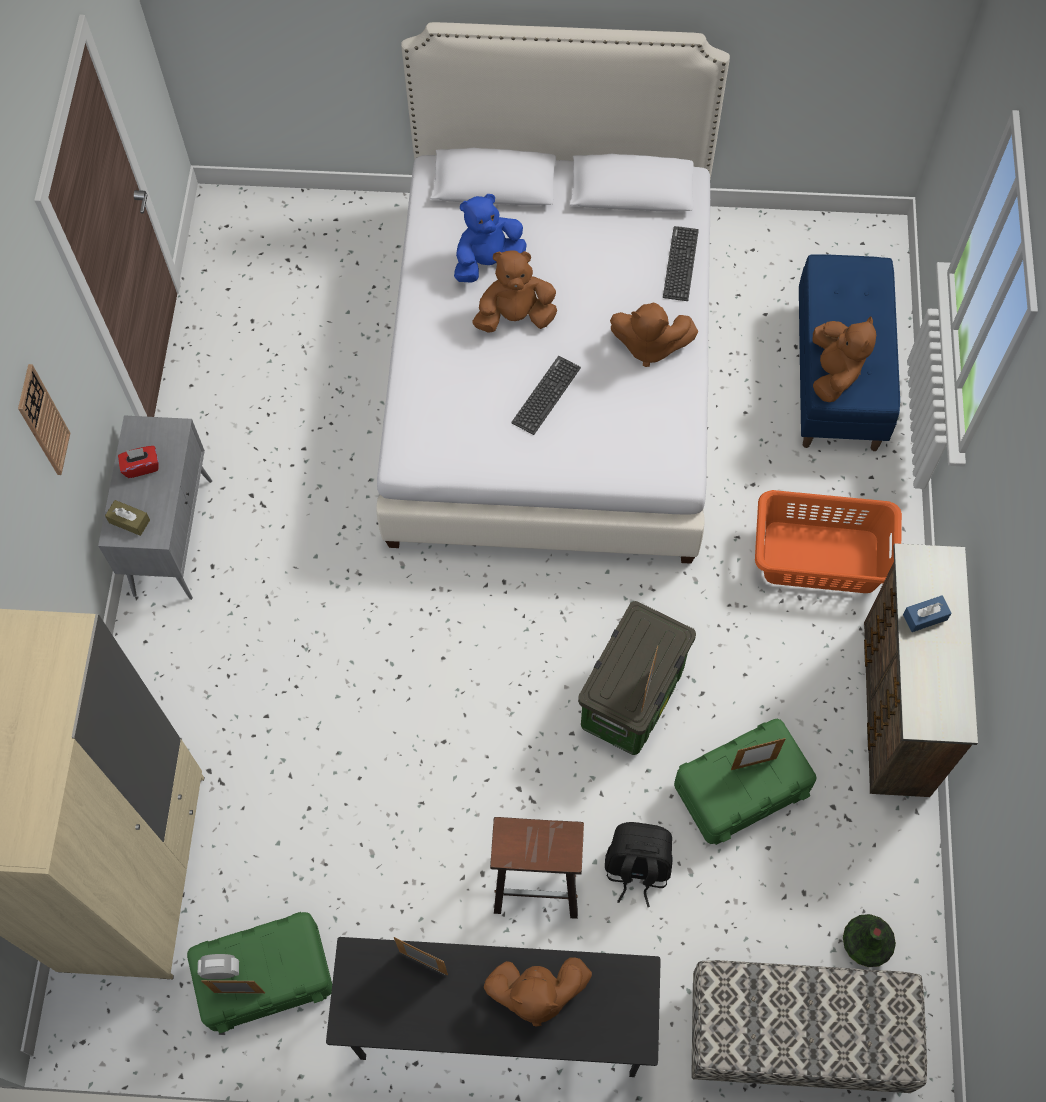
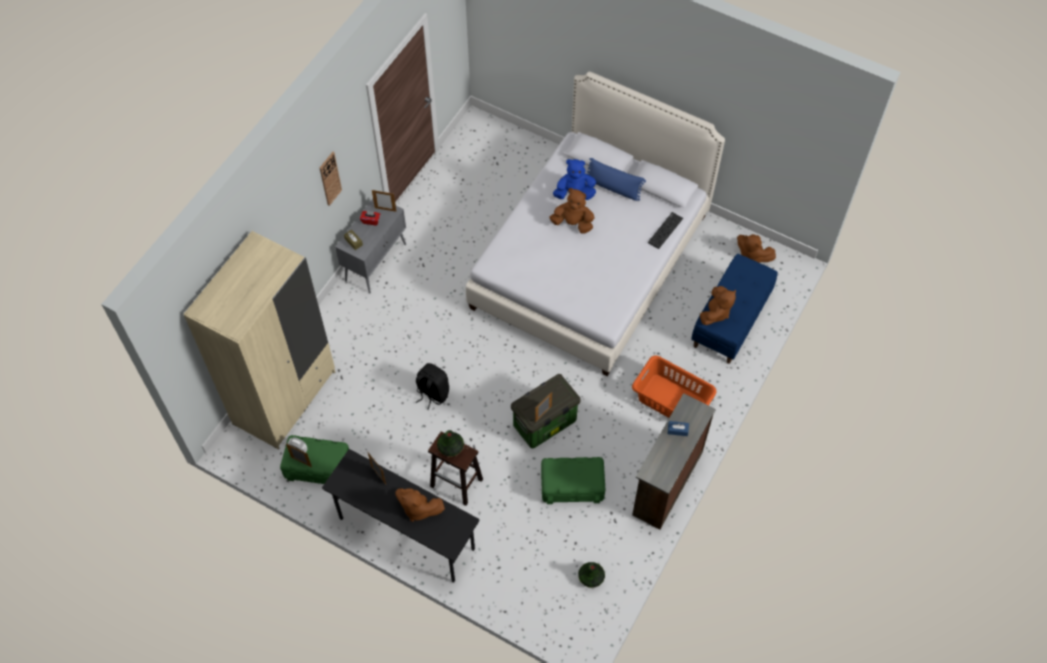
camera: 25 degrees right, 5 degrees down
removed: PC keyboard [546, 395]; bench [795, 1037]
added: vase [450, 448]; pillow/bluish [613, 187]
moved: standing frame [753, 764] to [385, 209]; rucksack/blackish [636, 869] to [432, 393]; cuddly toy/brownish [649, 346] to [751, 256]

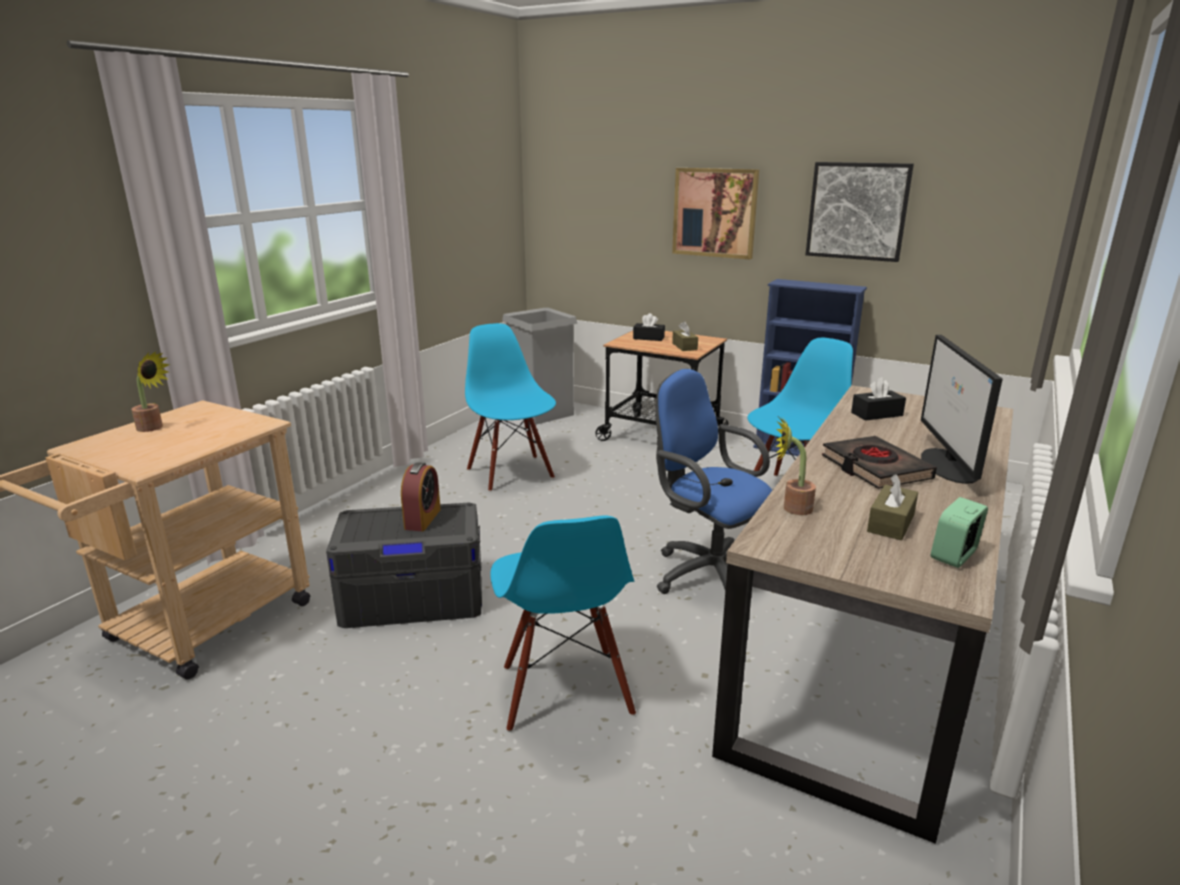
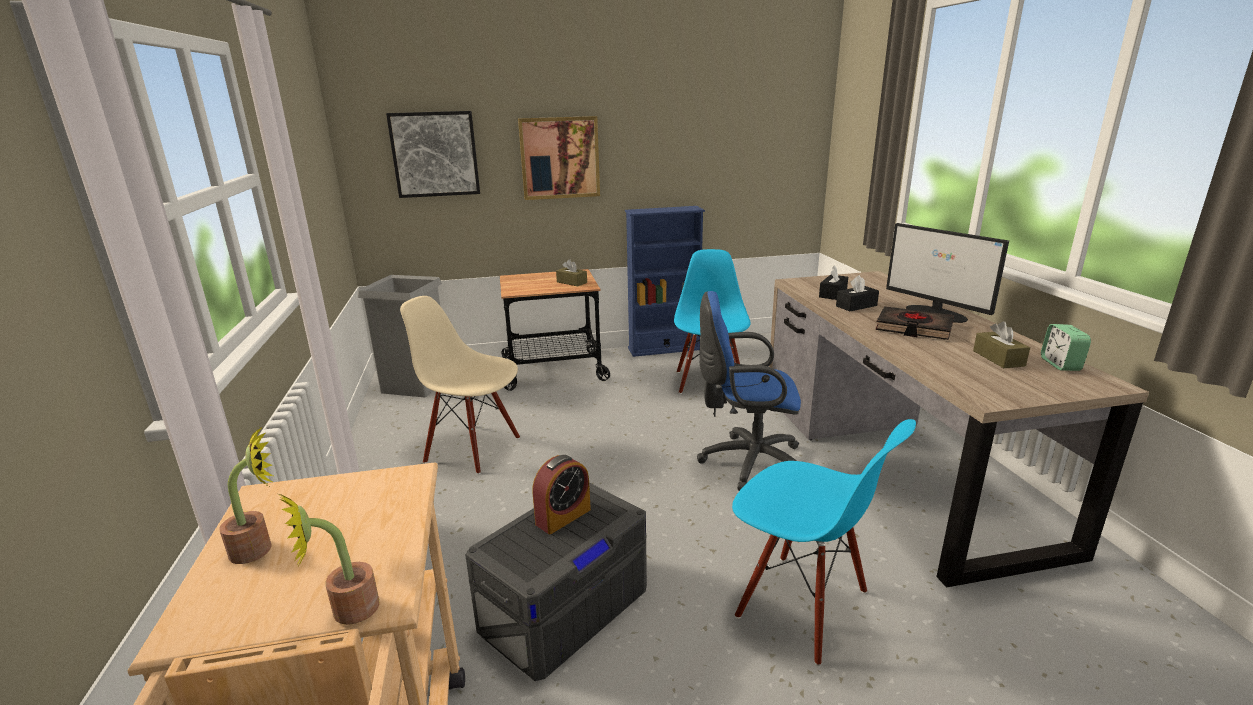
camera: 40 degrees left, 0 degrees up
moved: plant in a pot [791, 508] to [346, 612]; picture [857, 211] to [435, 154]; tissue holder/blackish [648, 338] to [856, 306]
recoloured: plain chair/bluish [511, 473] to plain chair/beige-coloured [473, 449]
turned: alarm clock [422, 519] = [563, 517] 75 degrees clockwise

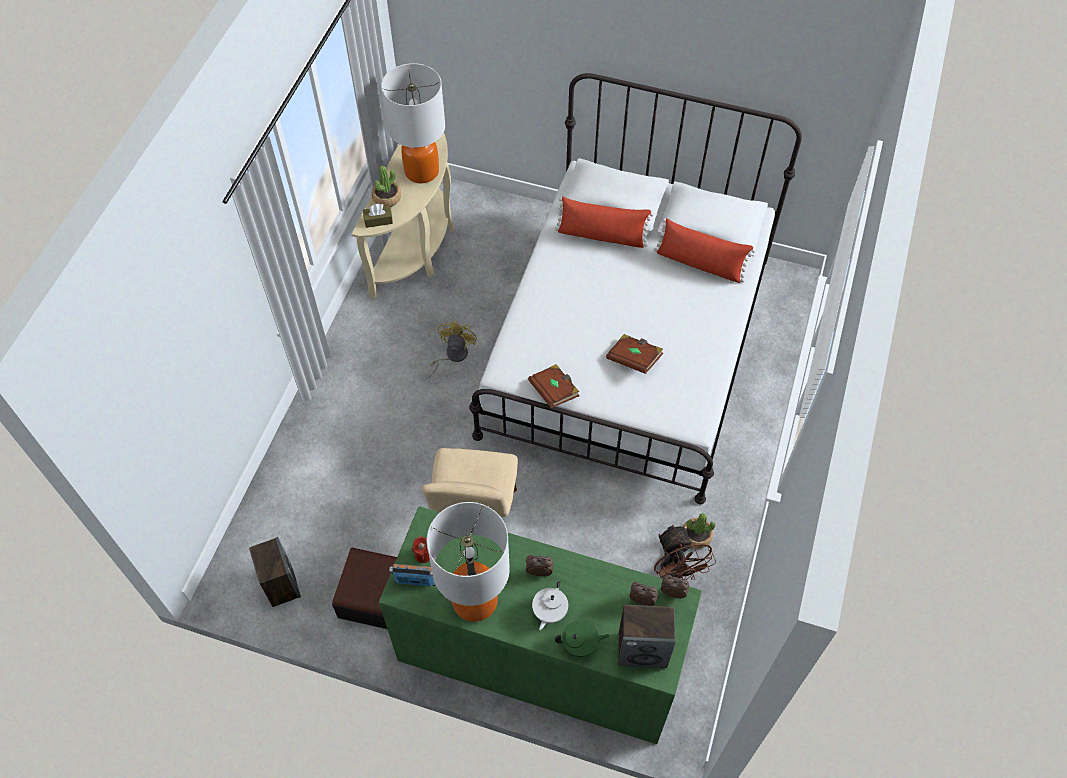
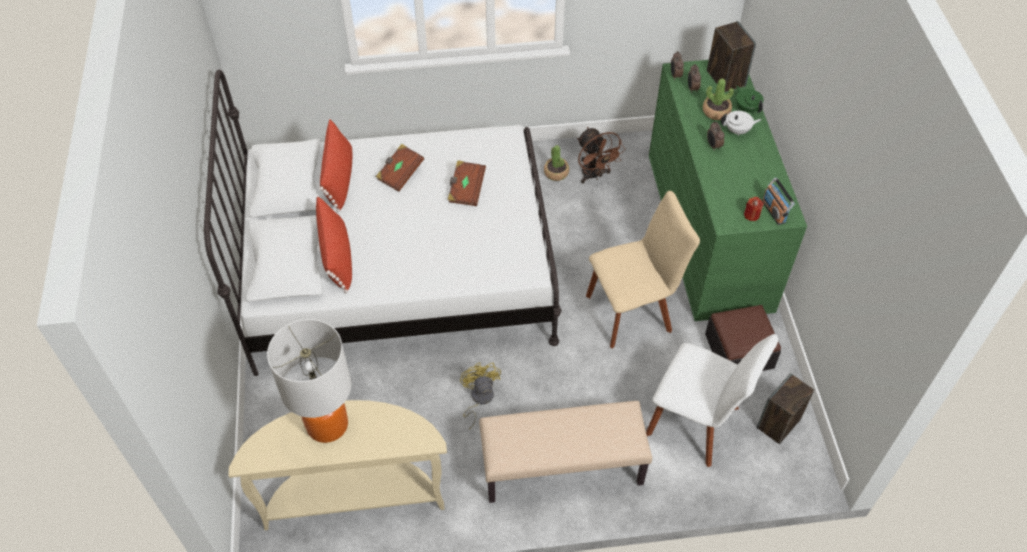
camera: 115 degrees left, 5 degrees down
removed: tissue holder/brownish [378, 220]; tabletop lamp [474, 601]
added: bench/beige-coloured [561, 468]; plain chair/white-coloured [697, 423]
moved: book/brownish [554, 391] to [400, 174]; plant in a pot [387, 198] to [716, 111]
turned: cooling fan/yellow-coloured [452, 356] = [479, 399] 90 degrees clockwise; cooling fan/brownish [675, 573] = [594, 175] 105 degrees clockwise

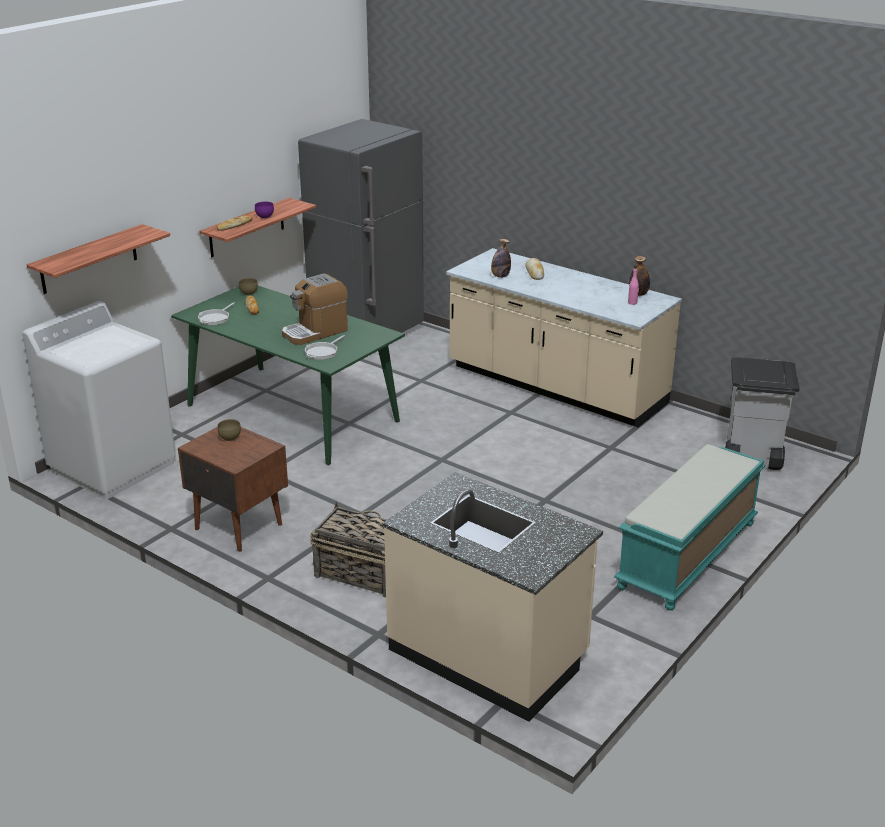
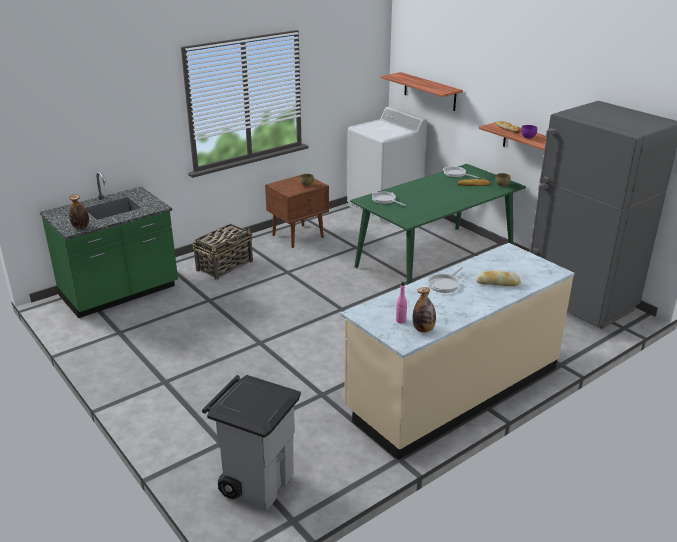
camera: 105 degrees right, 0 degrees up
removed: coffee machine [315, 332]; bench/blue-green [688, 556]
added: pan [445, 284]
moved: beverage bottle [500, 276] to [81, 227]
recoloured: counter/beige-coloured [489, 654] to counter/green [120, 293]

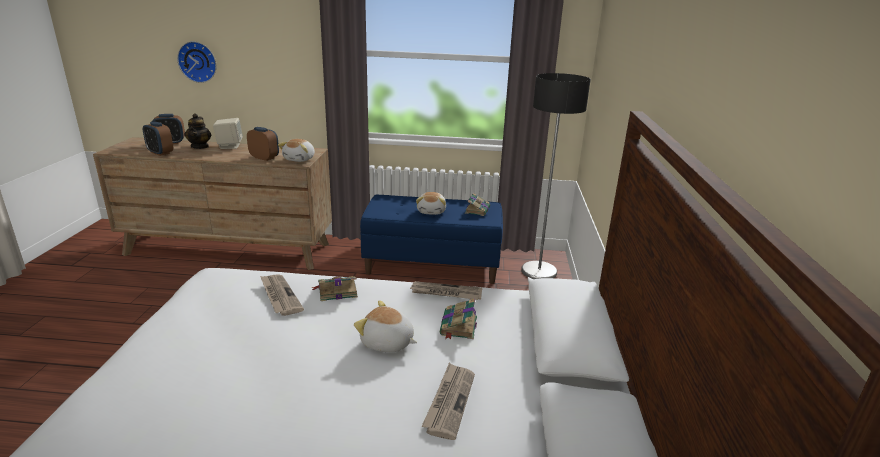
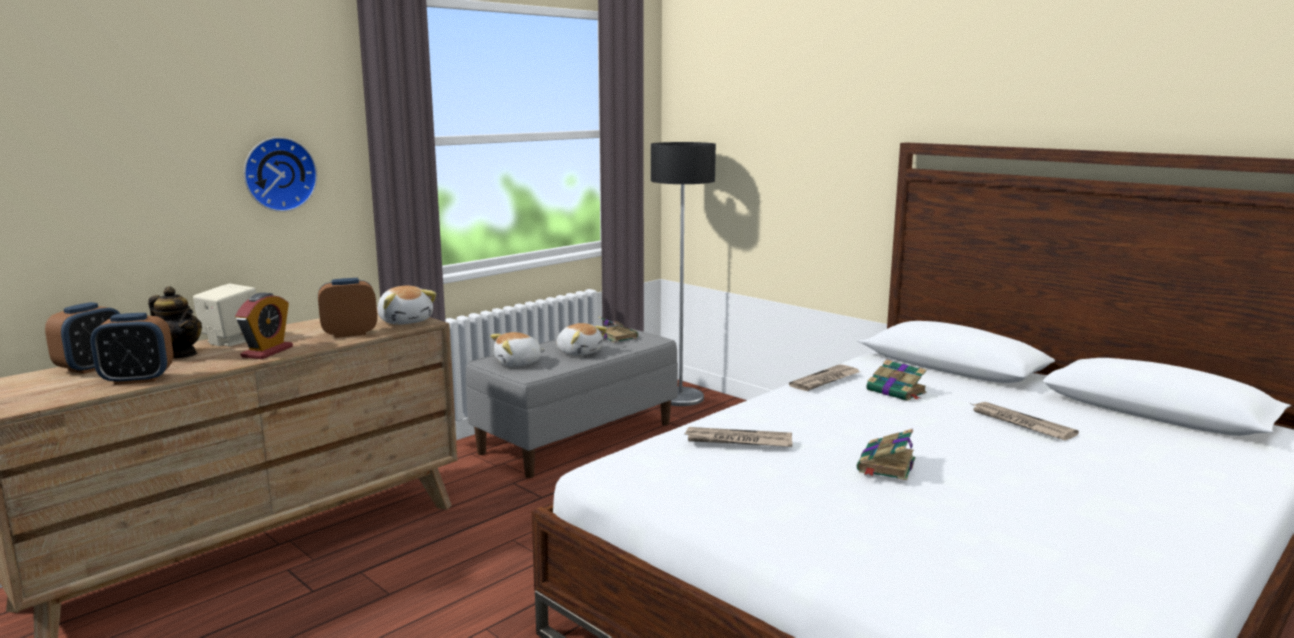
camera: 50 degrees left, 10 degrees down
added: alarm clock [267, 352]
moved: hanging clock [198, 61] to [278, 174]; cuddly toy [387, 343] to [518, 363]; book [336, 291] to [886, 466]
recoloured: bench/bluish [433, 265] to bench/gray [577, 437]

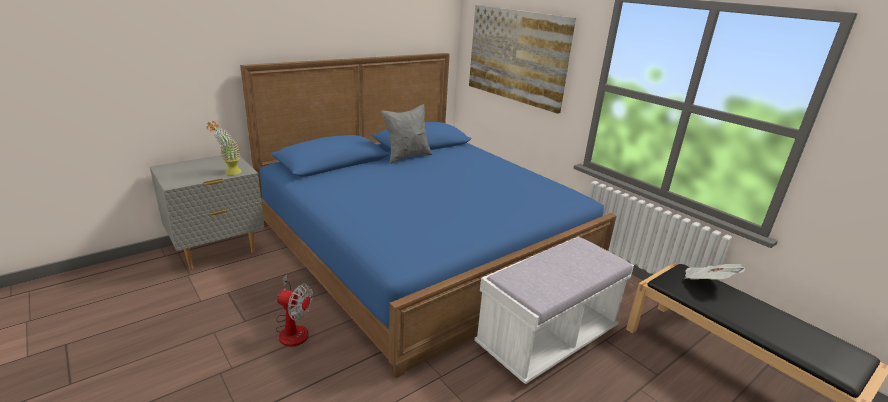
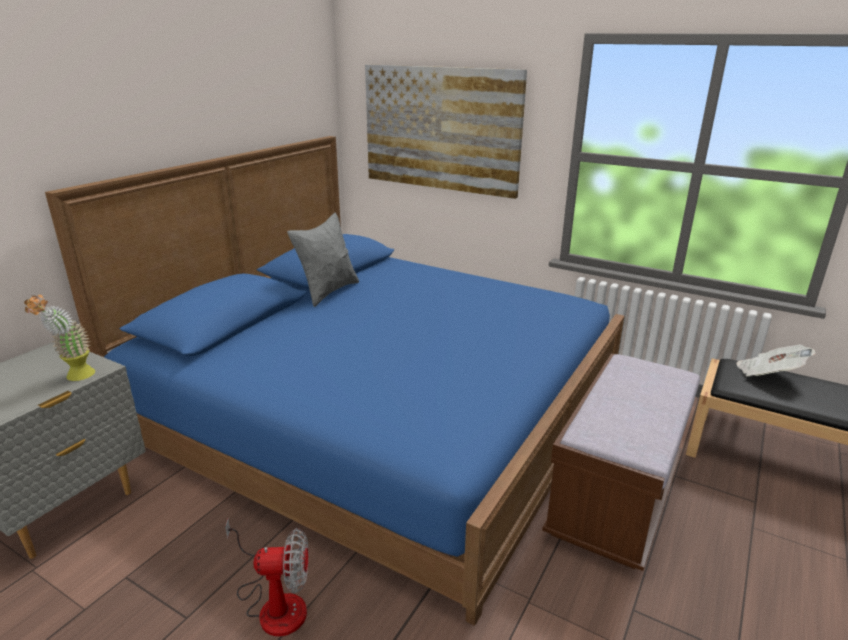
camera: 20 degrees left, 0 degrees up
recoloured: bench/white-coloured [547, 339] to bench/brownish [615, 497]

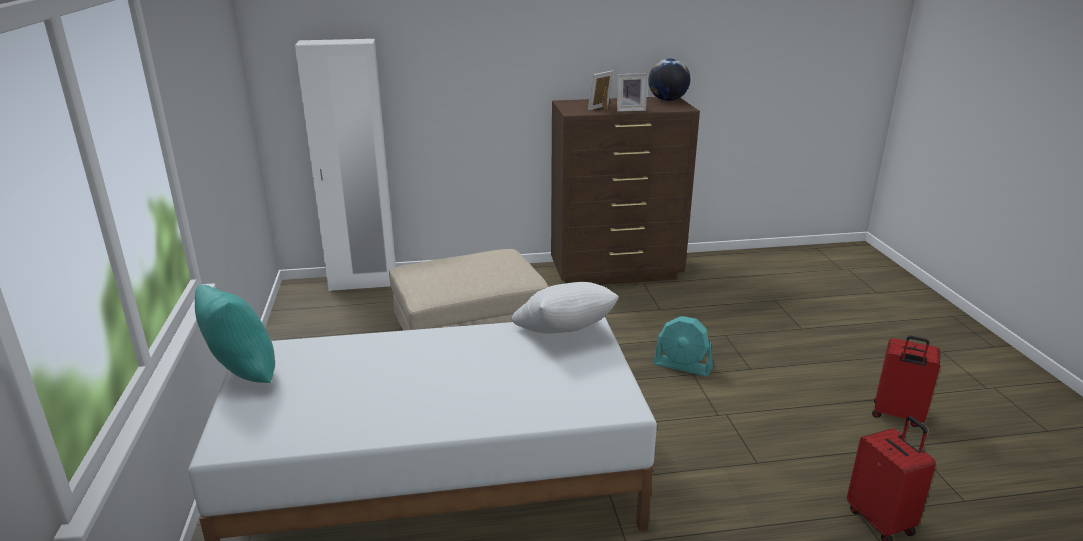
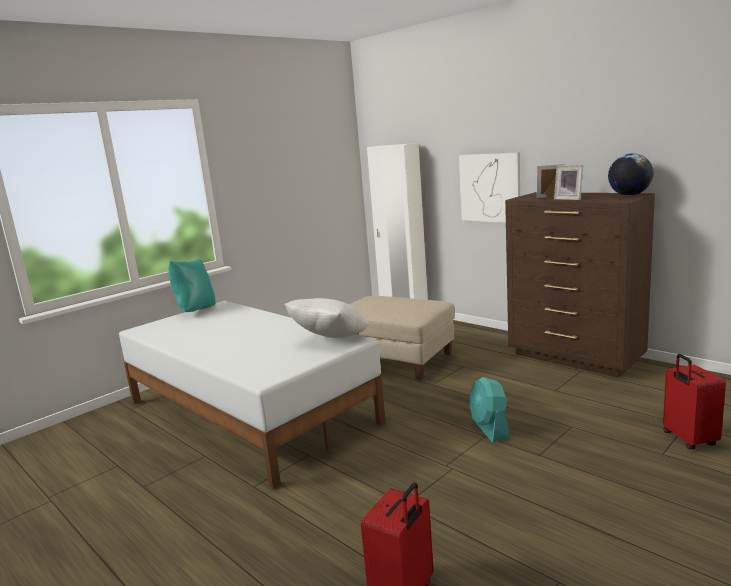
camera: 55 degrees right, 10 degrees down
added: picture [490, 187]
moved: suitcase/red [897, 415] to [688, 439]

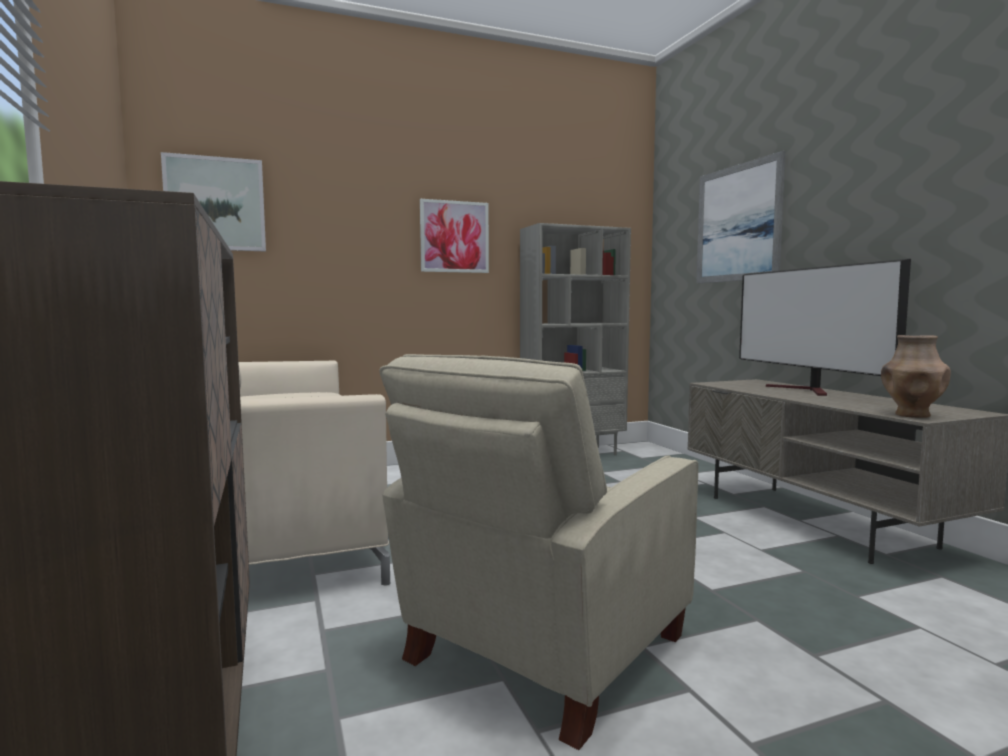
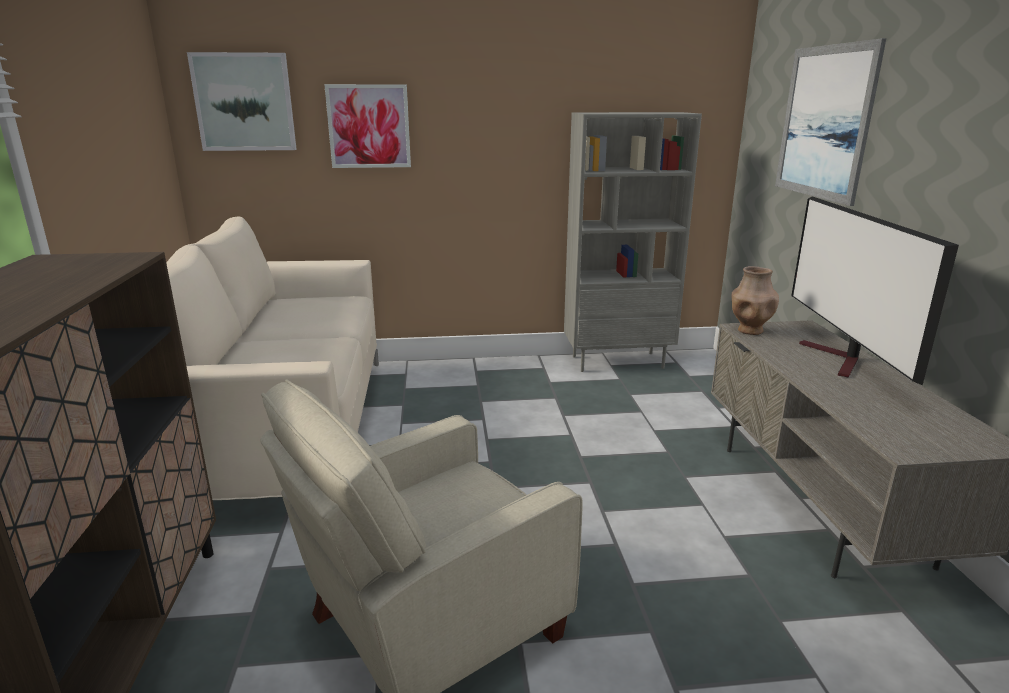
camera: 15 degrees right, 15 degrees up
moved: picture [454, 237] to [369, 126]; vase/brownish [912, 415] to [749, 331]

